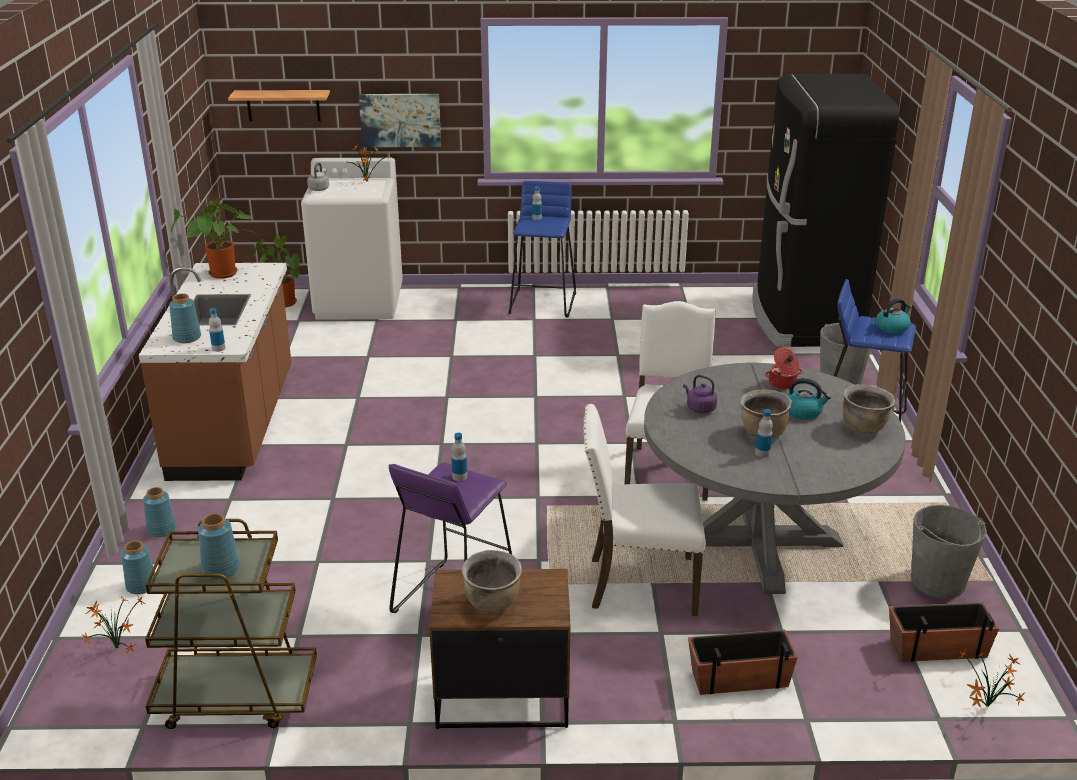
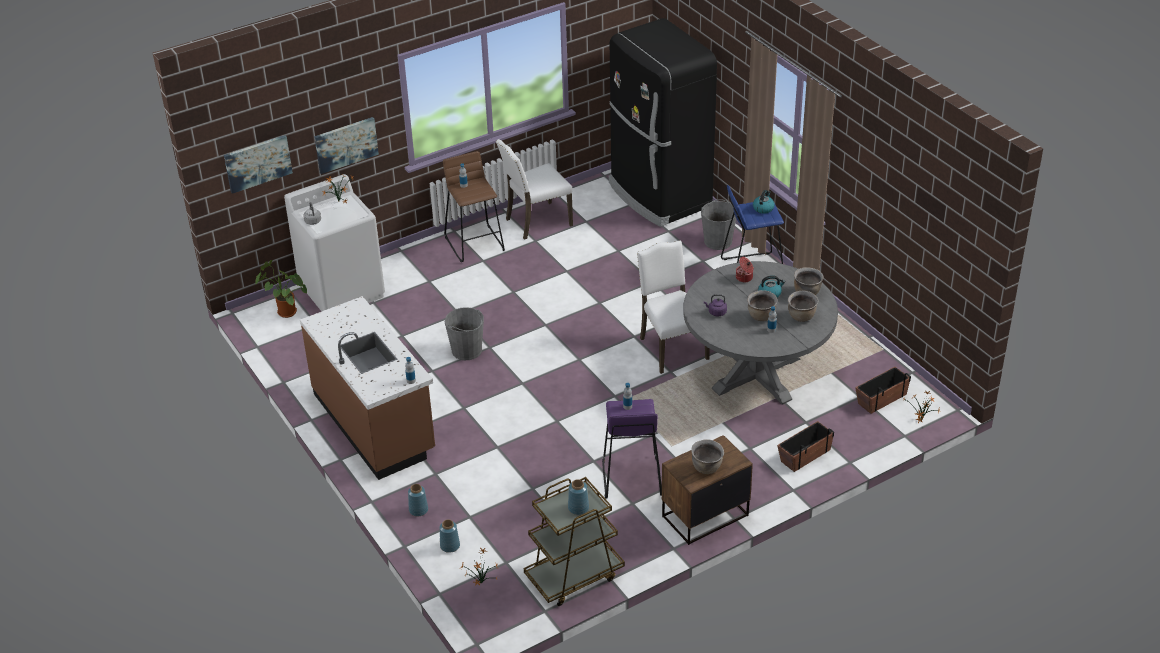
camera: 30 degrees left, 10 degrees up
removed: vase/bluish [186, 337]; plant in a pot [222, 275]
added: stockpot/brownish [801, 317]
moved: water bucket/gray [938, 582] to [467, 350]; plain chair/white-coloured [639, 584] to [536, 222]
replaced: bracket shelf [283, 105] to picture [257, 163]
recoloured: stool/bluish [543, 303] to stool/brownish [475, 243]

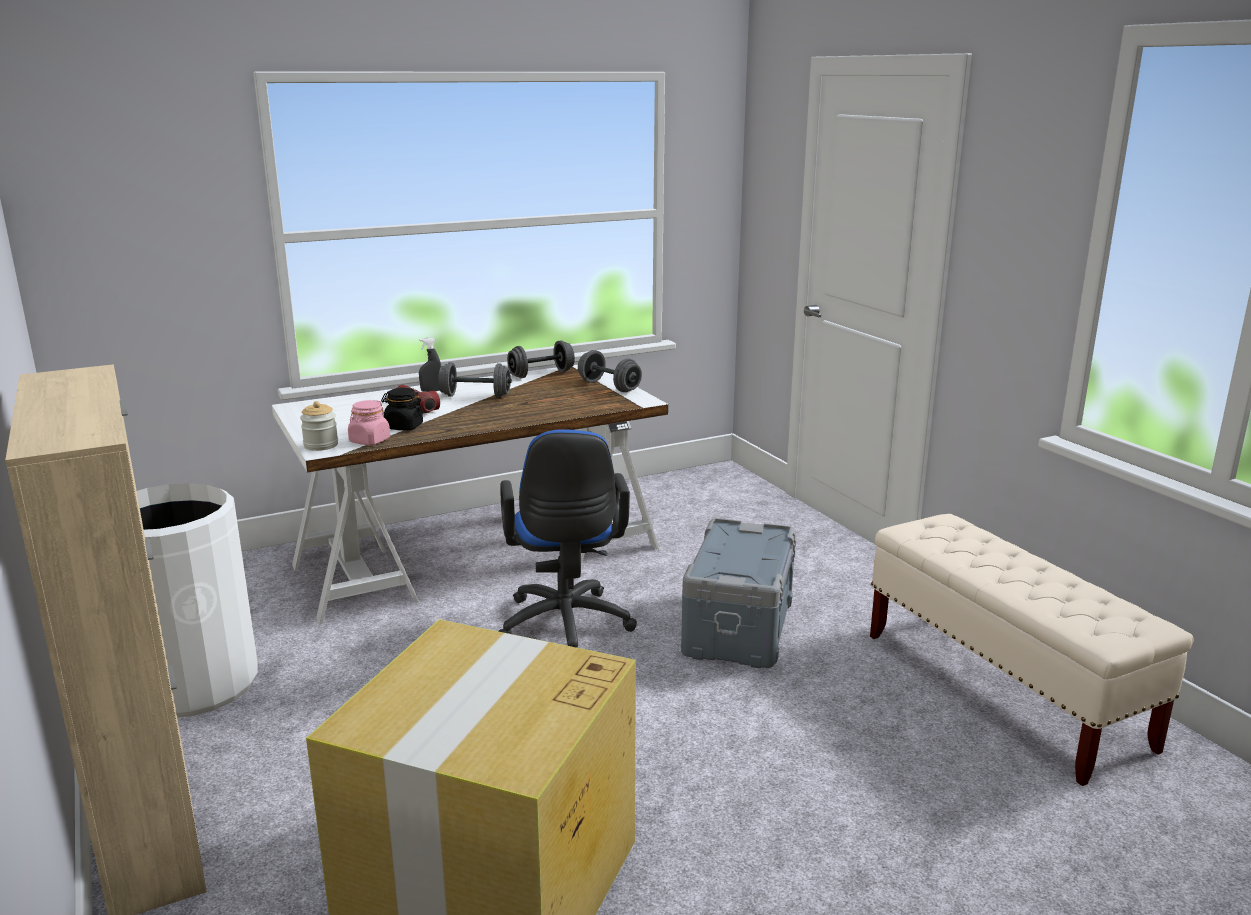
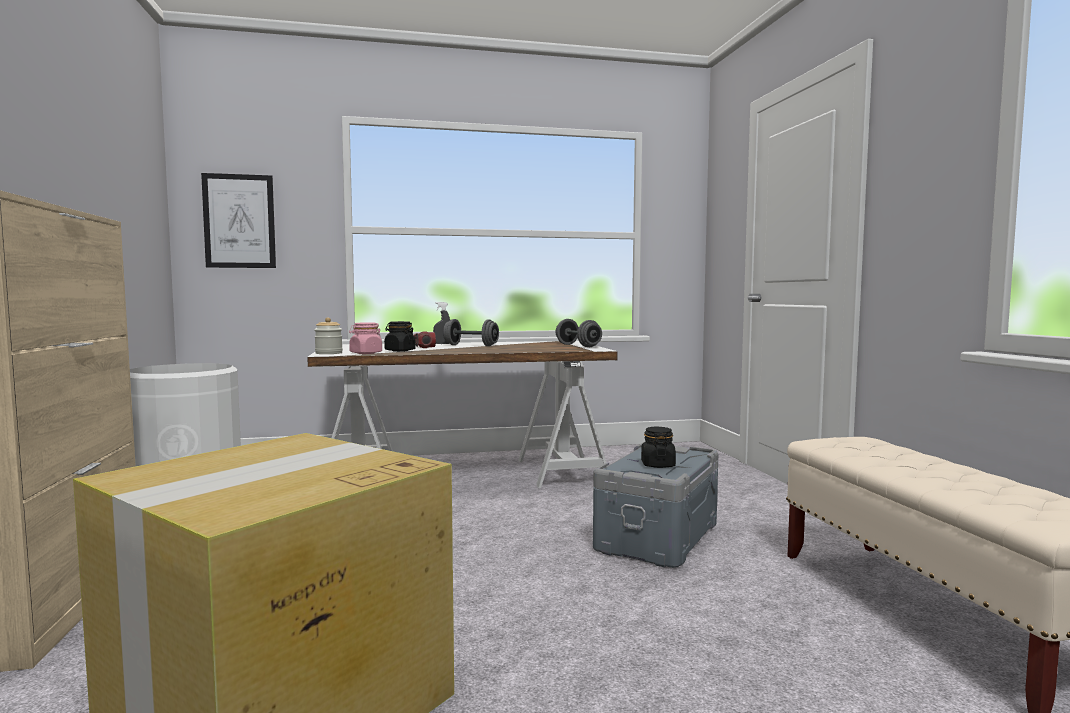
camera: 15 degrees right, 15 degrees down
removed: desk chair/bluish [565, 629]; hand weight/gray [541, 374]
added: picture [239, 221]; storage jar/blackish [657, 465]

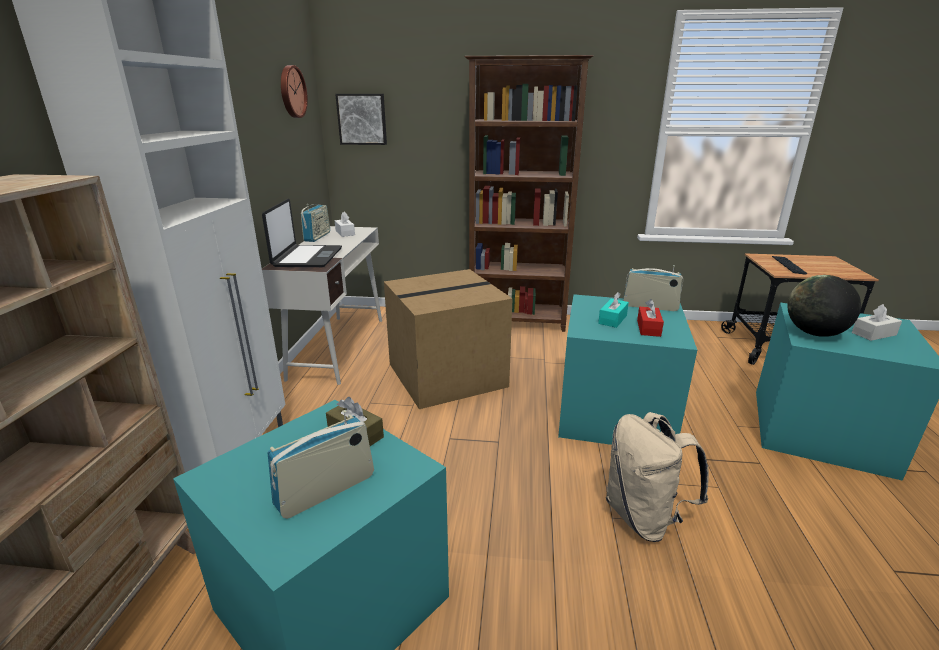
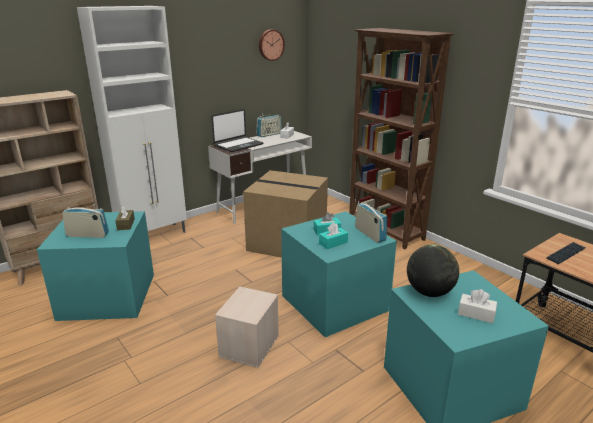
camera: 45 degrees right, 0 degrees up
removed: picture [362, 119]
replaced: rucksack/beige-coloured [644, 517] to storage bin/beige-coloured [249, 346]
recoloured: tissue holder/red [648, 328] to tissue holder/blue-green [333, 243]

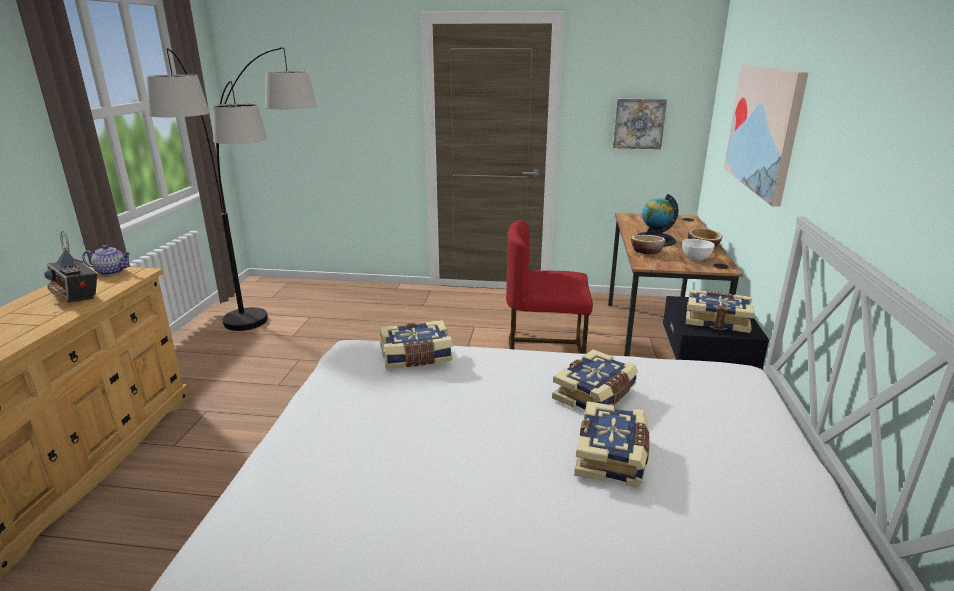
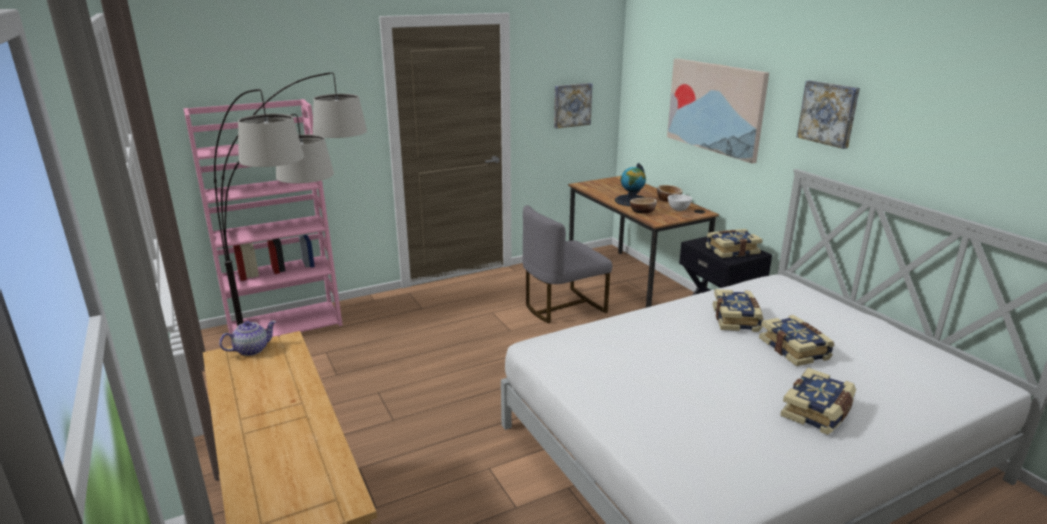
camera: 35 degrees left, 0 degrees up
removed: radio [76, 295]
added: bookcase/pink [286, 324]; picture [829, 113]
moved: book [416, 356] to [818, 412]
recoloured: plain chair/red [546, 342] to plain chair/gray [563, 307]

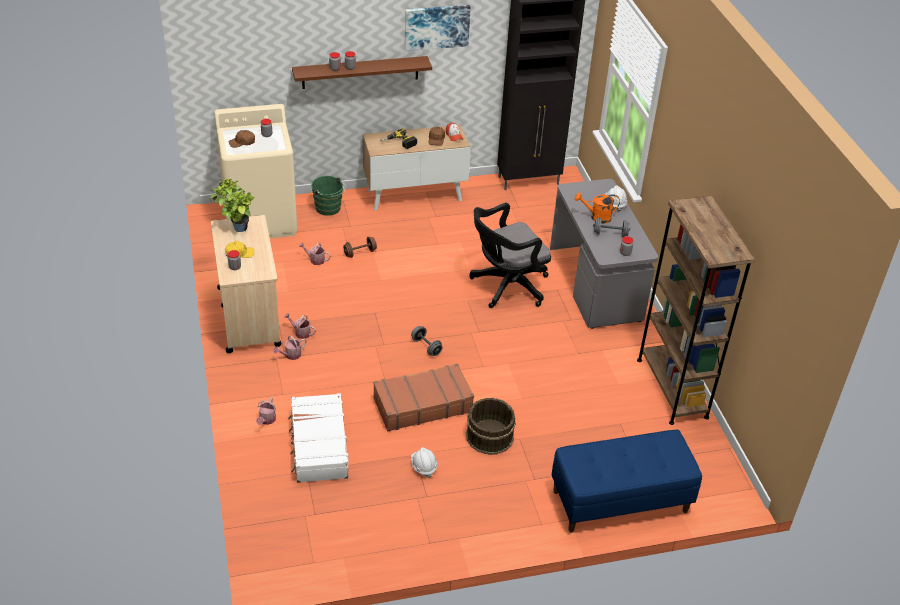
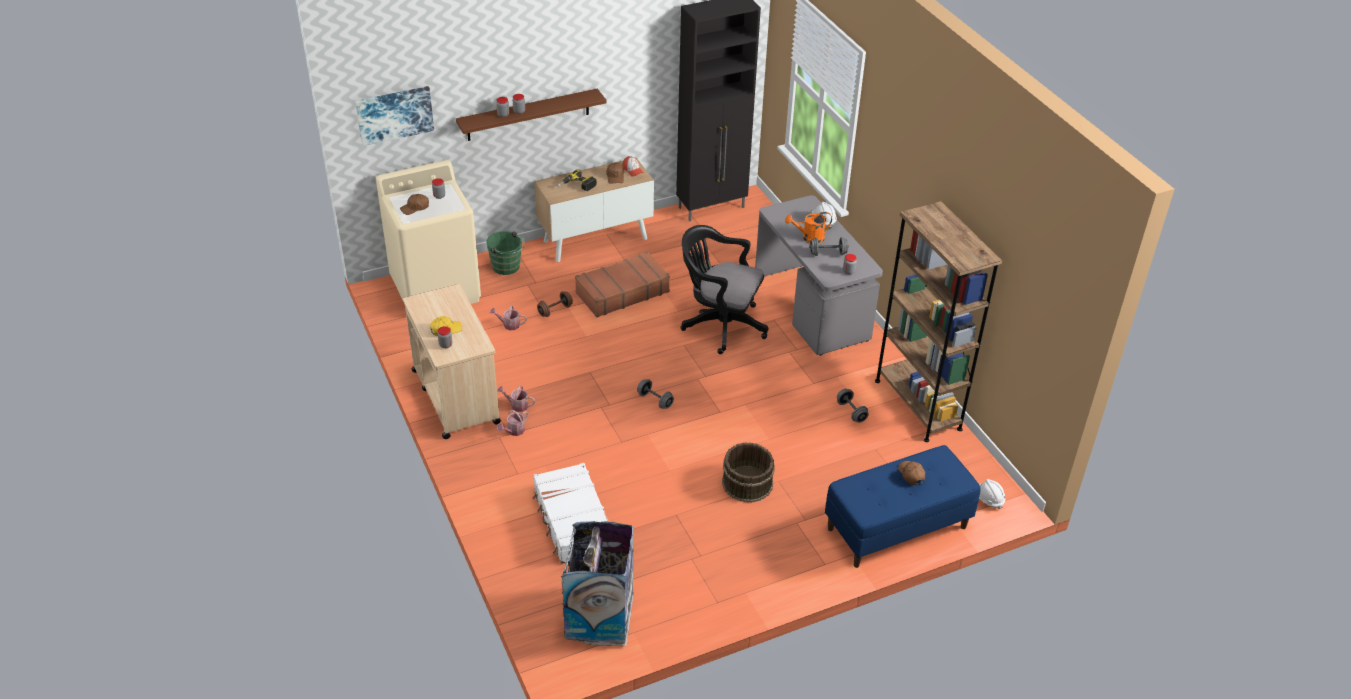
camera: 10 degrees left, 0 degrees up
removed: plant in a pot [236, 228]; sprinkling can [266, 420]
added: waste bin [599, 614]; hand weight/gray [851, 412]; cap/brownish [911, 475]
moved: picture [436, 26] to [394, 114]; suitcase/brownish [422, 404] to [622, 292]; hard hat/white-coloured [423, 466] to [988, 499]
turned: desk chair/blackish [506, 287] = [720, 324] 60 degrees clockwise

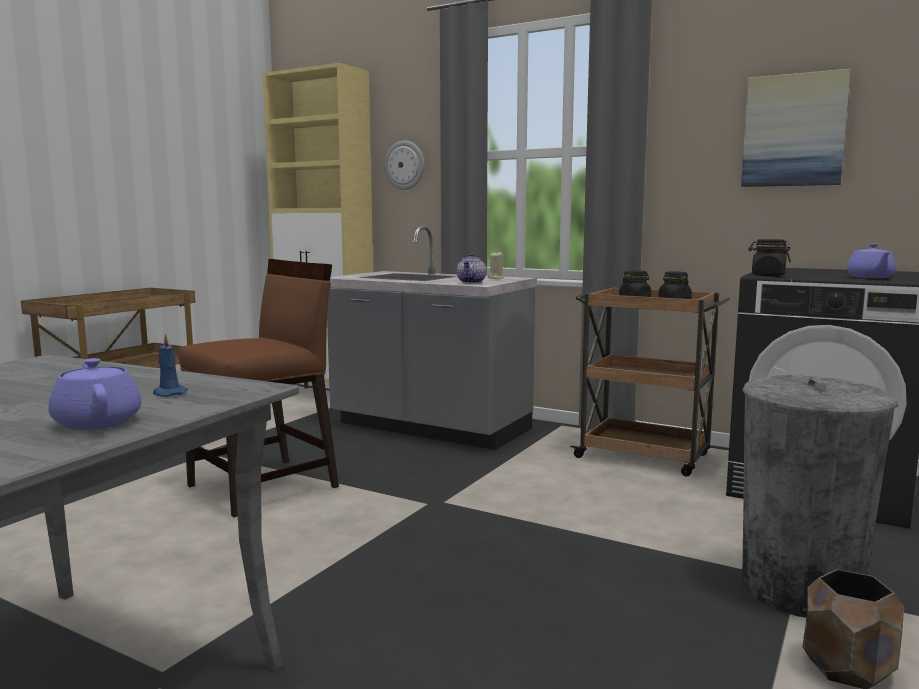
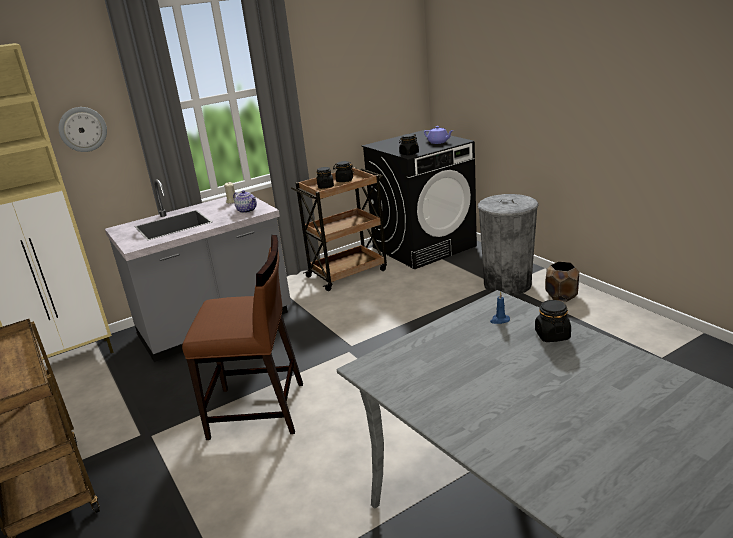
camera: 60 degrees left, 15 degrees up
removed: picture [794, 130]
replaced: teapot/purple-coloured [97, 422] to storage jar/blackish [552, 335]
turned: plain chair/brownish [265, 486] = [258, 410] 105 degrees clockwise

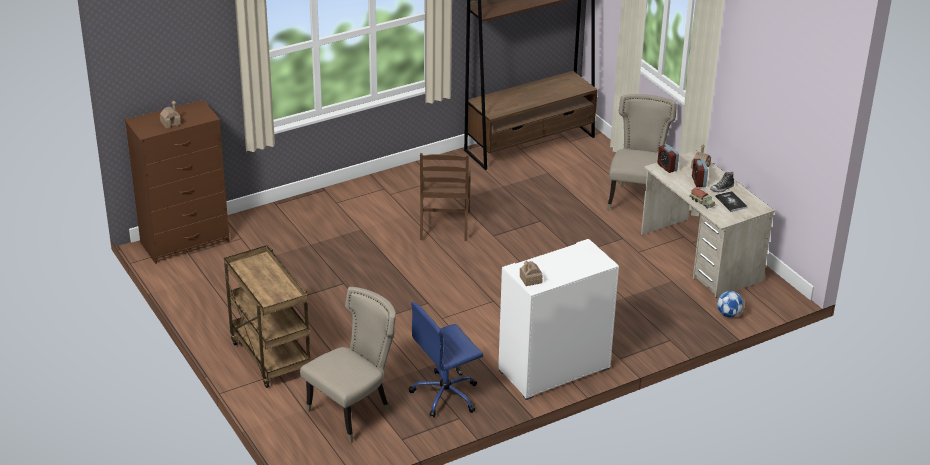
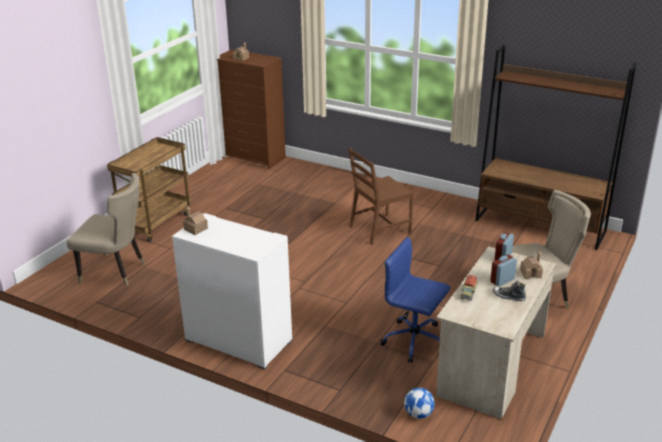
camera: 60 degrees right, 5 degrees down
removed: book [731, 202]
moved: desk chair/bluish [446, 395] to [415, 341]

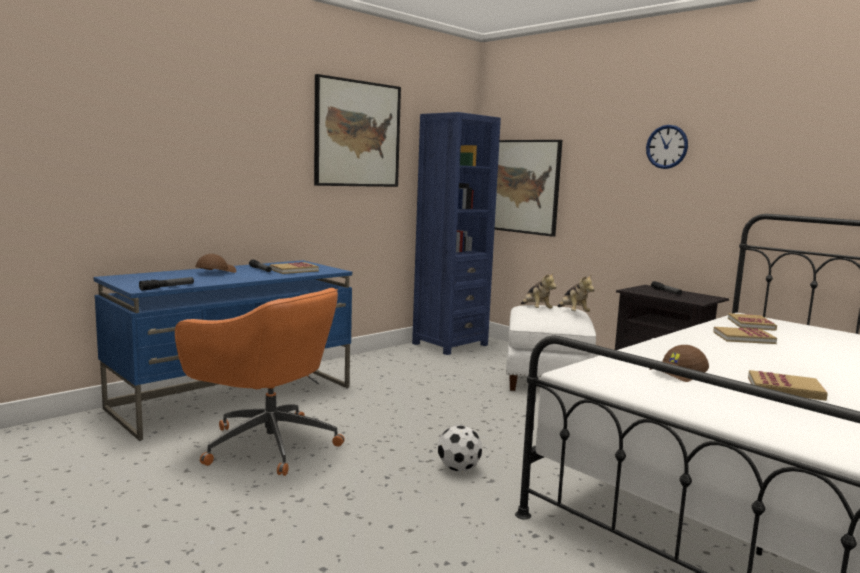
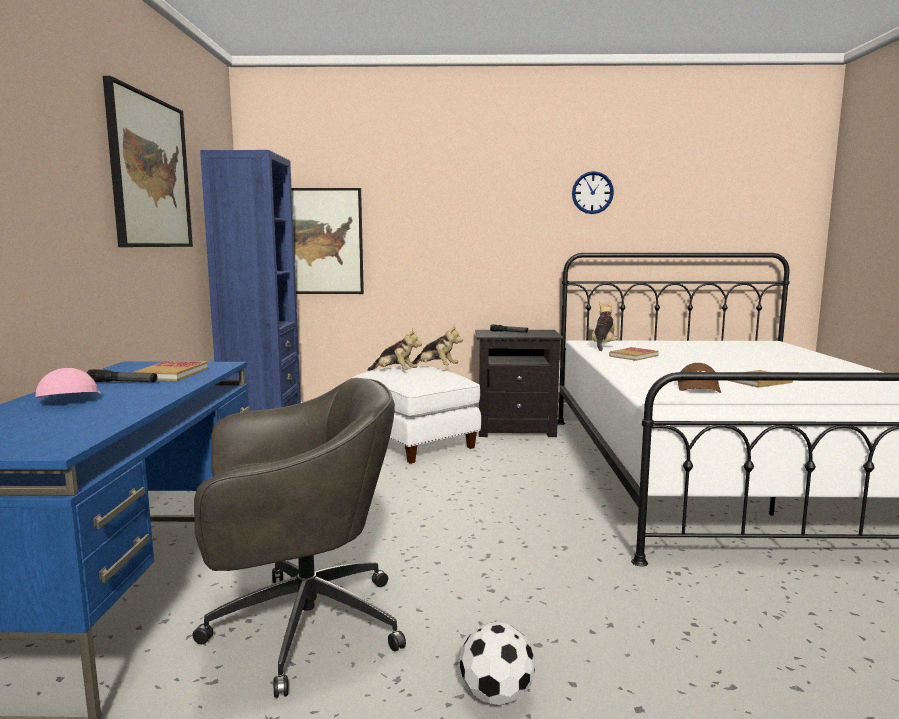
camera: 45 degrees left, 0 degrees up
removed: flashlight [167, 287]
moved: football [458, 468] to [496, 695]; hanging clock [667, 146] to [592, 192]
replaced: book [751, 324] to cuddly toy [603, 346]
recoloured: cap/brownish [215, 272] to cap/pink [68, 399]; desk chair/orangey [267, 443] to desk chair/gray [300, 626]

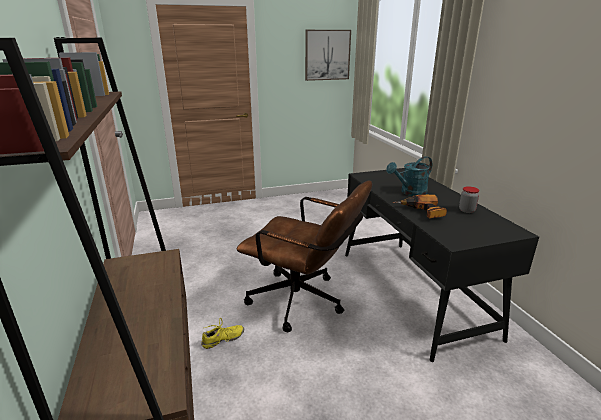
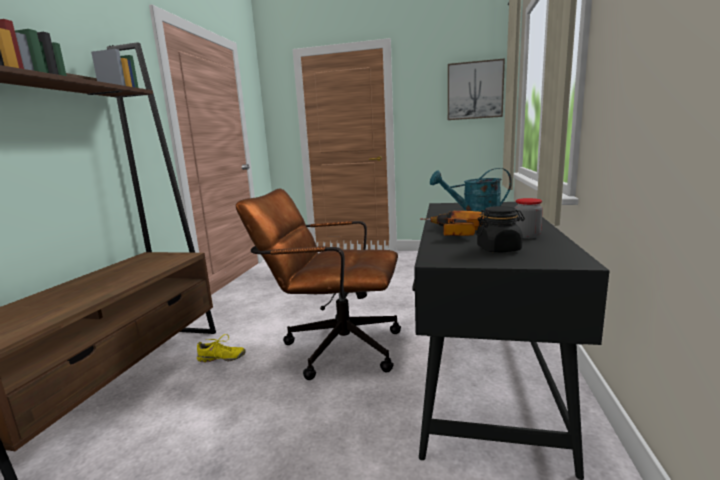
camera: 30 degrees right, 10 degrees down
added: storage jar/blackish [499, 249]
turned: desk chair/brownish [304, 302] = [333, 346] 135 degrees clockwise

